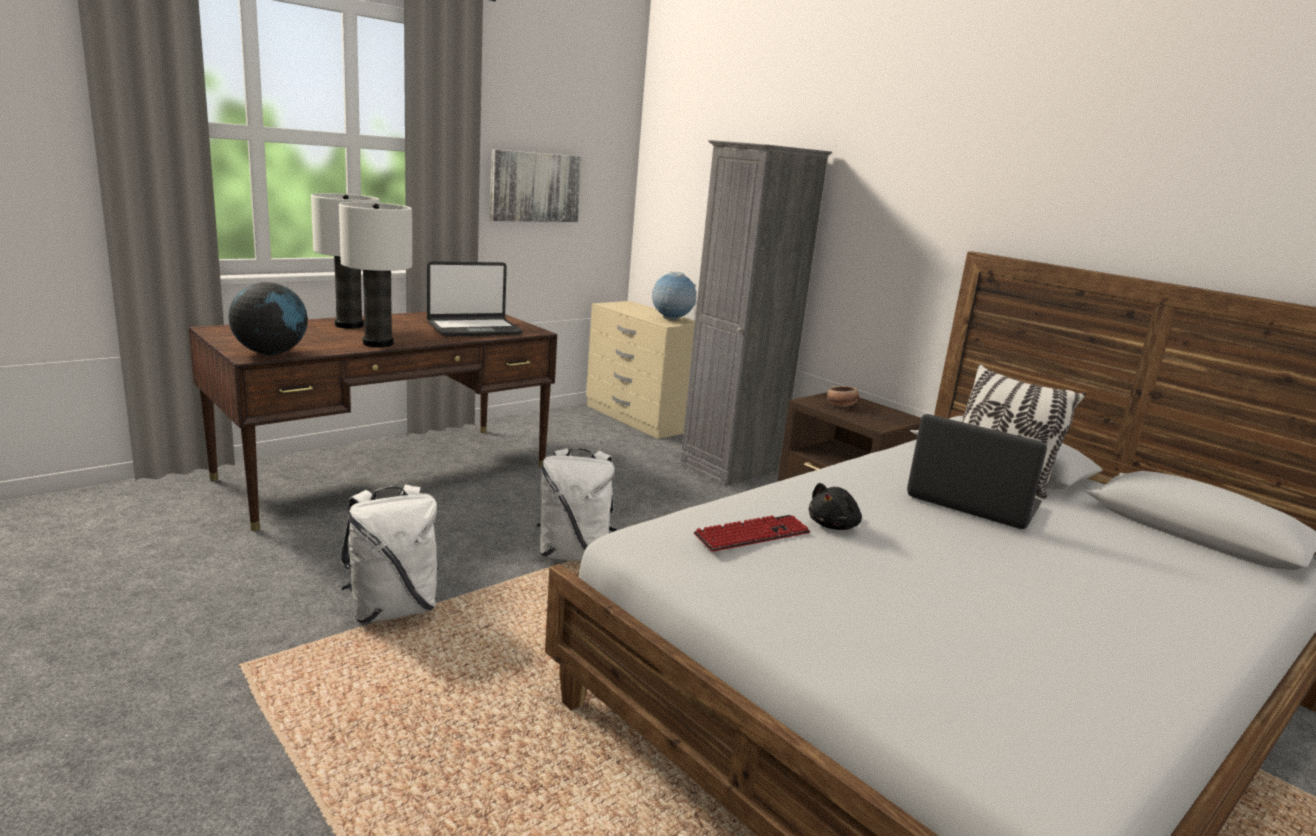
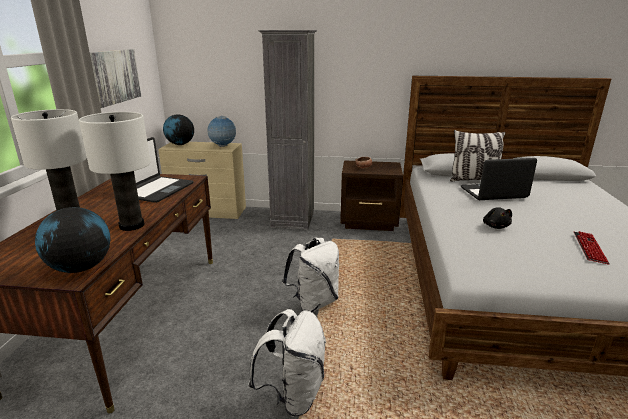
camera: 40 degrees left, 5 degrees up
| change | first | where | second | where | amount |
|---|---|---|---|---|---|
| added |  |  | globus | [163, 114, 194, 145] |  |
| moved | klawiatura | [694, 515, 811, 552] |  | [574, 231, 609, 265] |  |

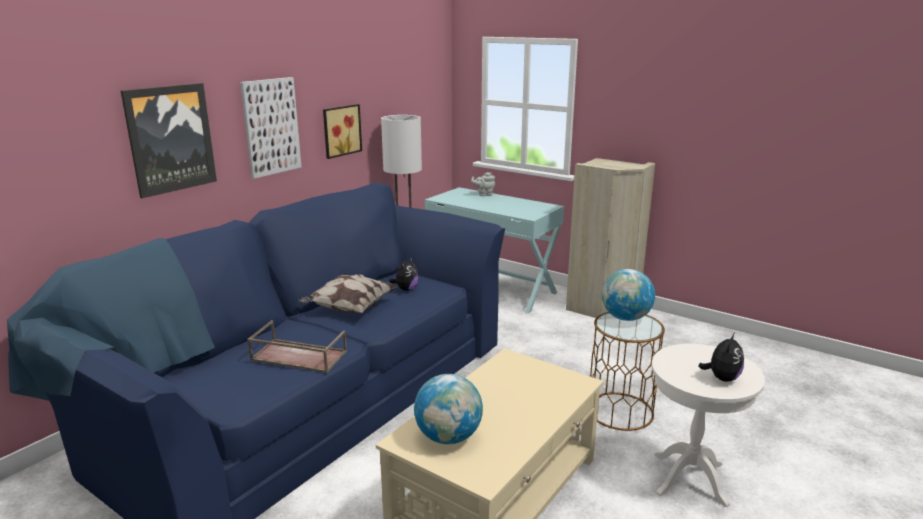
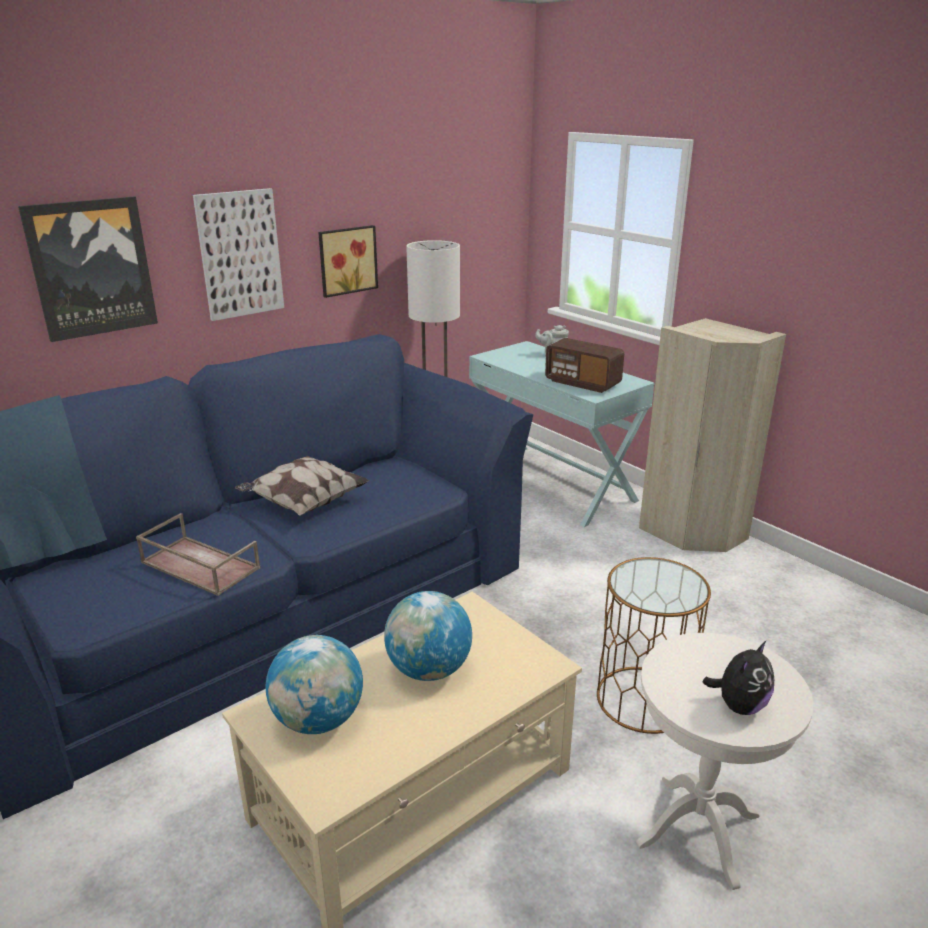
camera: 15 degrees right, 5 degrees up
| change | first | where | second | where | amount |
|---|---|---|---|---|---|
| removed | pluszak | [389, 256, 419, 291] |  |  |  |
| added |  |  | radio | [545, 338, 624, 393] |  |
| moved | globus | [602, 269, 655, 321] |  | [384, 591, 472, 681] |  |

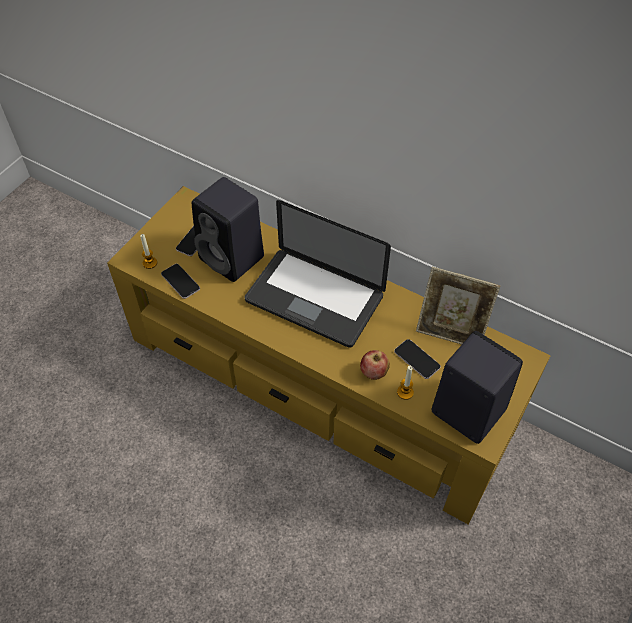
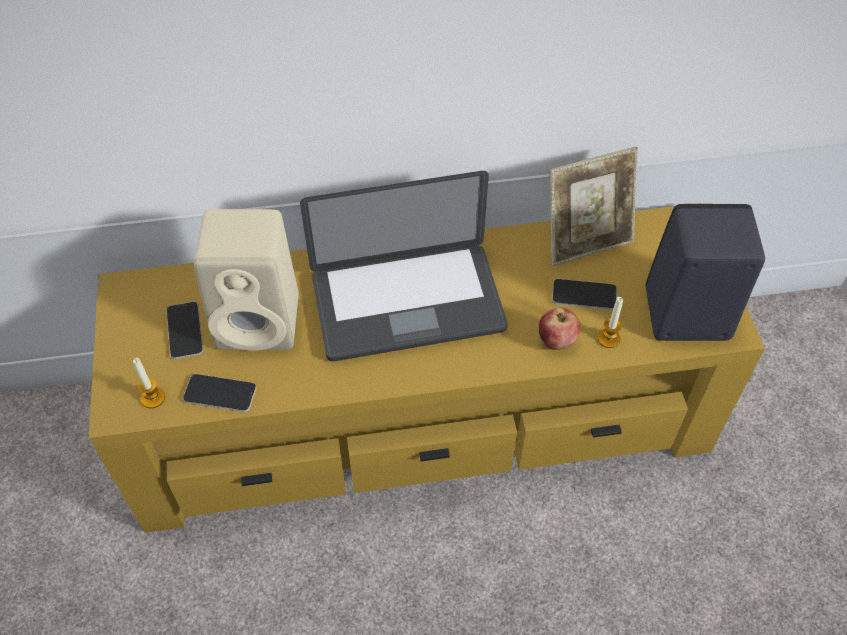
camera: 40 degrees left, 0 degrees up
| change | first | where | second | where | amount |
|---|---|---|---|---|---|
| recoloured | głośnik (czarny) | [192, 177, 264, 282] | głośnik (beżowy) | [194, 209, 299, 351] |  |

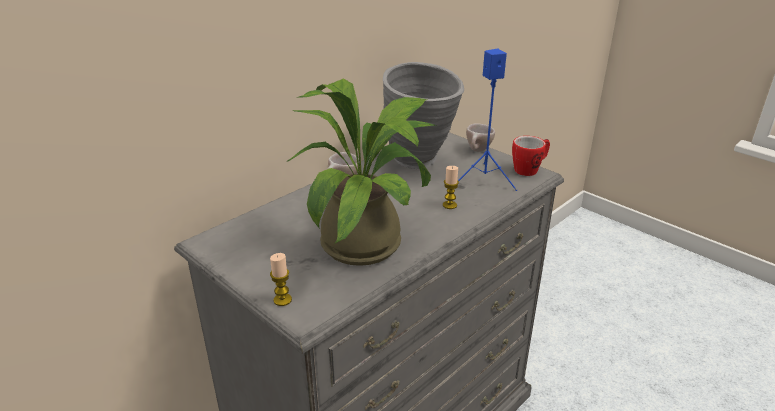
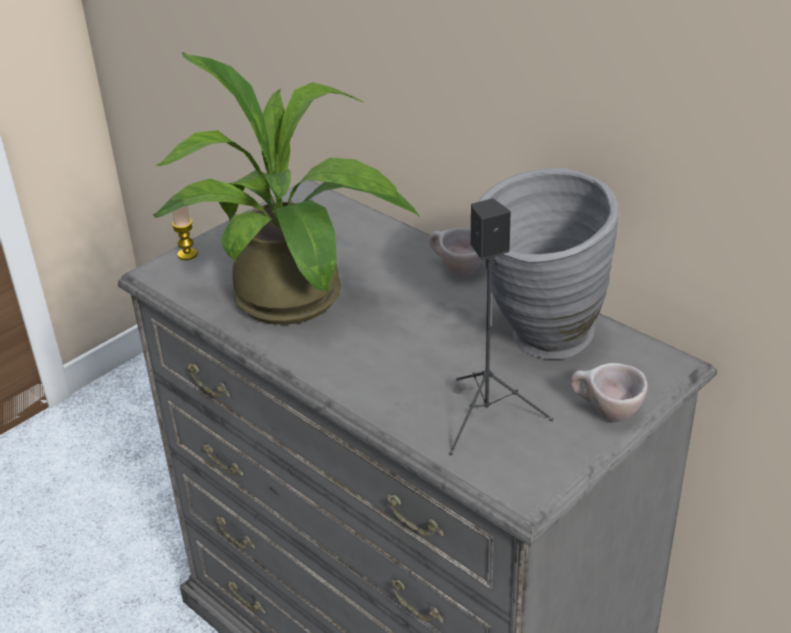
camera: 90 degrees right, 5 degrees up
| change | first | where | second | where | amount |
|---|---|---|---|---|---|
| removed | świeca | [443, 166, 459, 209] |  |  |  |
| removed | kubek | [512, 136, 550, 176] |  |  |  |
| recoloured | głośnik (niebieski) | [458, 48, 517, 191] | głośnik (czarny) | [449, 198, 553, 455] |  |

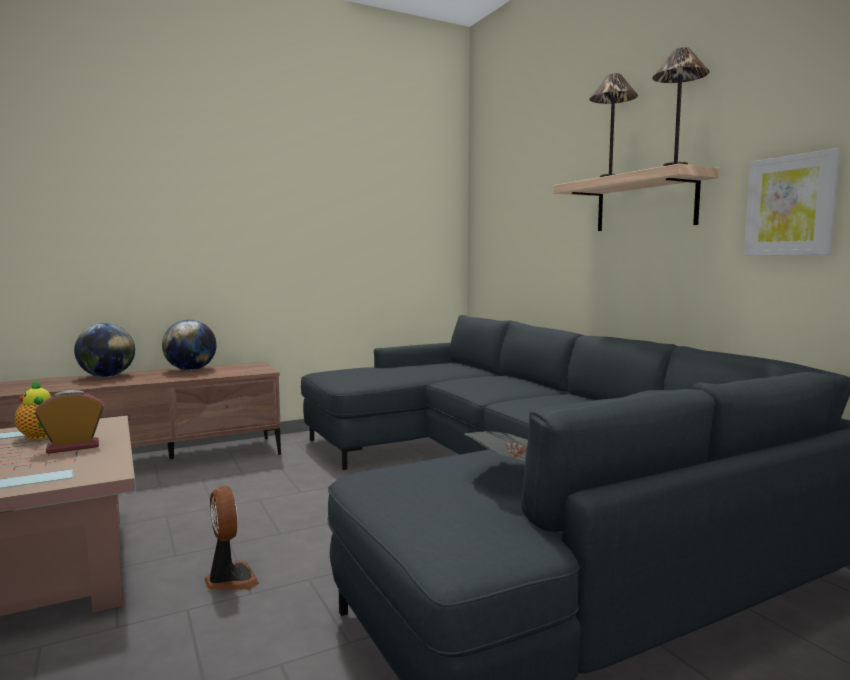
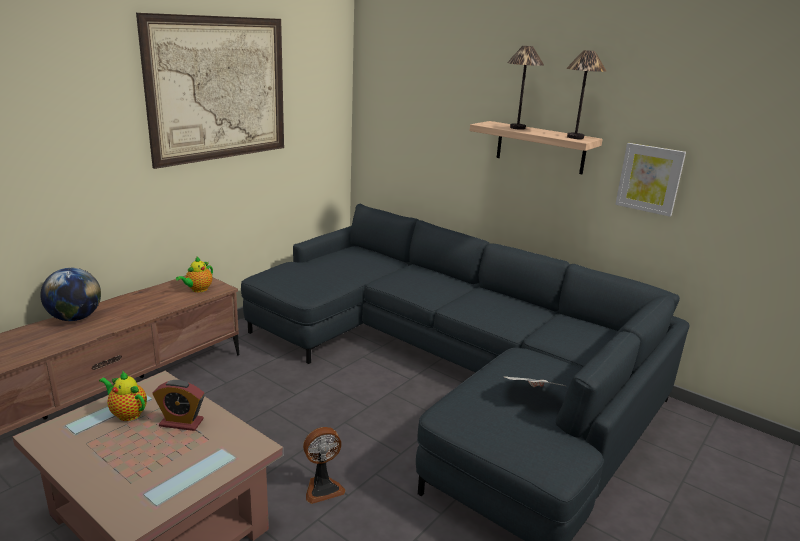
camera: 25 degrees left, 15 degrees up
| change | first | where | second | where | amount |
|---|---|---|---|---|---|
| removed | globus | [162, 320, 216, 371] |  |  |  |
| added |  |  | obraz | [136, 13, 284, 169] |  |
| added |  |  | imbryk | [176, 256, 213, 292] |  |
| turned | budzik | [35, 390, 104, 454] |  | [153, 380, 204, 431] | 120 degrees counterclockwise |
| turned | wentylator | [205, 486, 259, 590] |  | [303, 427, 346, 504] | 120 degrees clockwise |

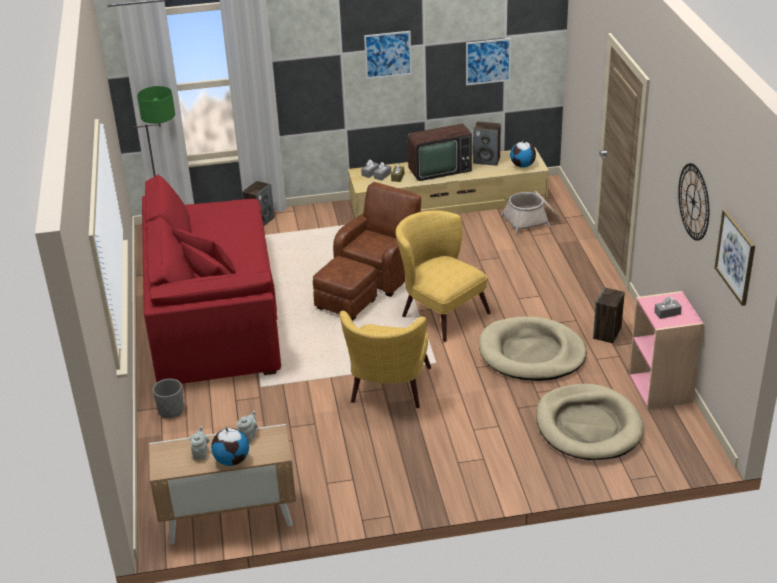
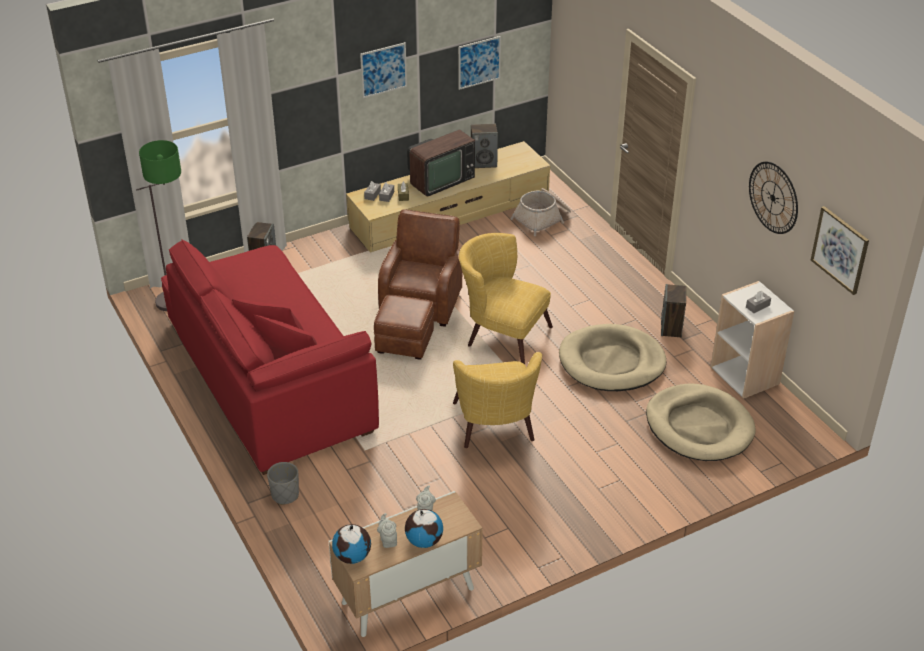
camera: 20 degrees left, 5 degrees up
| change | first | where | second | where | amount |
|---|---|---|---|---|---|
| moved | globus | [510, 139, 536, 168] |  | [332, 524, 371, 564] |  |
| recoloured | regał (różowy) | [629, 291, 704, 409] | regał (biały) | [711, 281, 794, 399] |  |

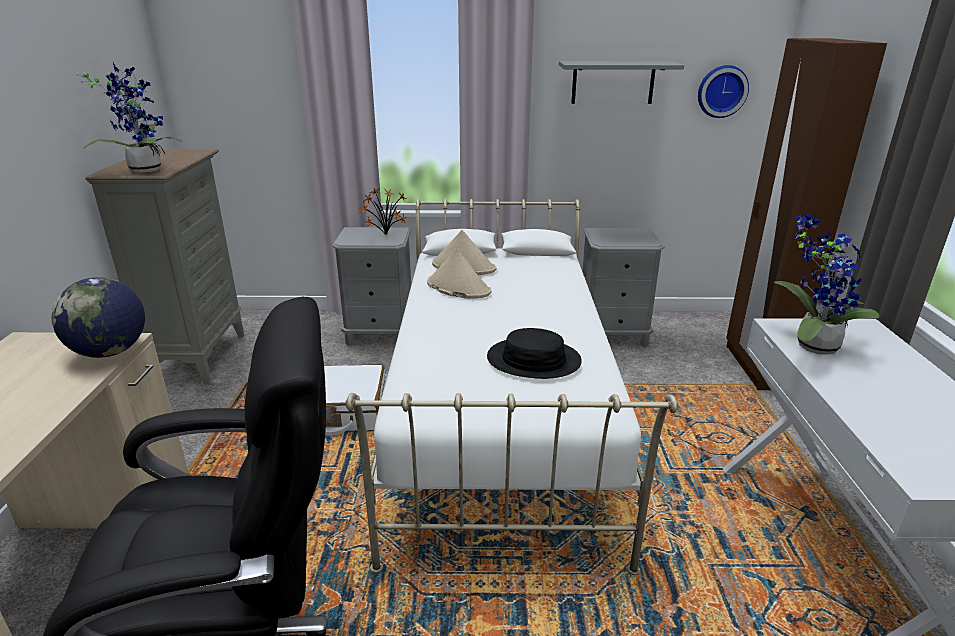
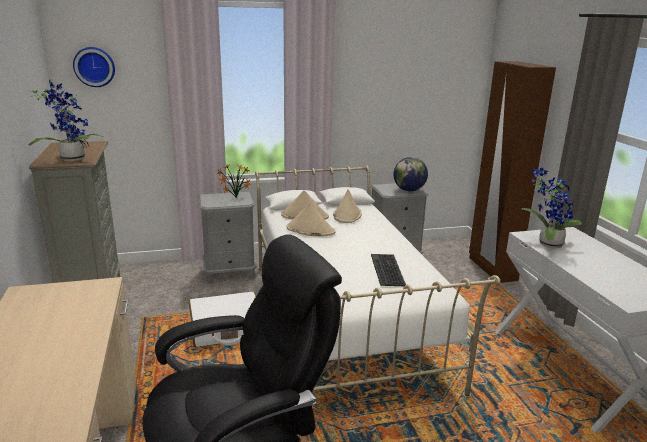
camera: 15 degrees left, 5 degrees down
| change | first | where | second | where | amount |
|---|---|---|---|---|---|
| removed | półka (szary) | [559, 61, 684, 104] |  |  |  |
| added |  |  | kapelusz (beżowy) | [333, 190, 362, 223] |  |
| moved | globus | [51, 277, 145, 358] |  | [394, 157, 428, 191] |  |
| moved | zegar ścienny | [698, 65, 749, 118] |  | [73, 47, 115, 87] |  |
| replaced | kapelusz (czarny) | [487, 328, 582, 379] | klawiatura | [371, 254, 406, 286] |  |

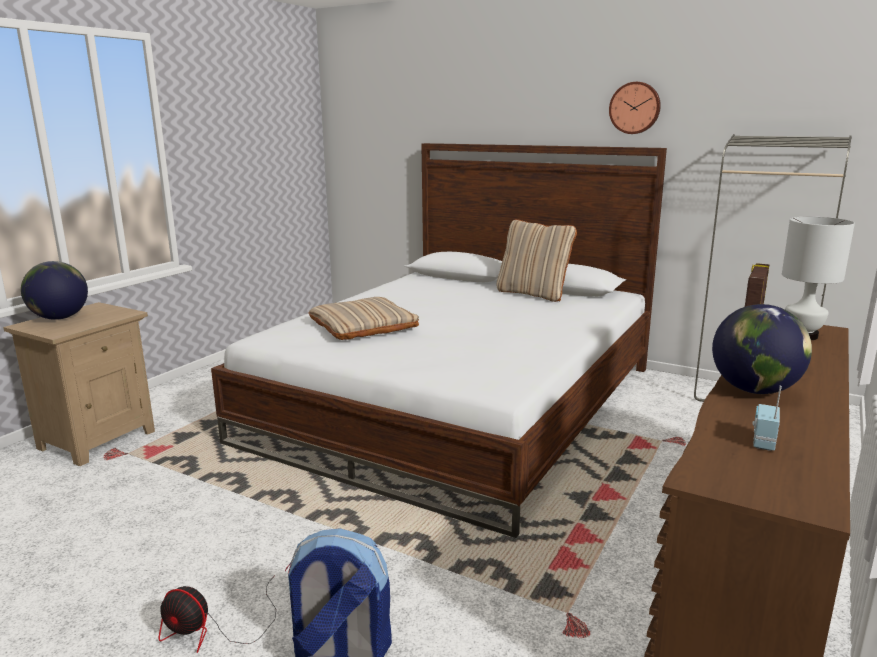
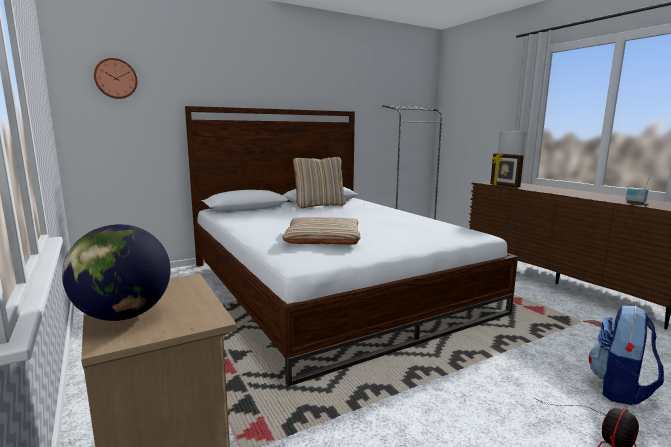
camera: 60 degrees left, 5 degrees down
| change | first | where | second | where | amount |
|---|---|---|---|---|---|
| removed | globus | [712, 304, 812, 394] |  |  |  |
| moved | zegar ścienny | [609, 82, 661, 134] |  | [94, 58, 137, 99] |  |

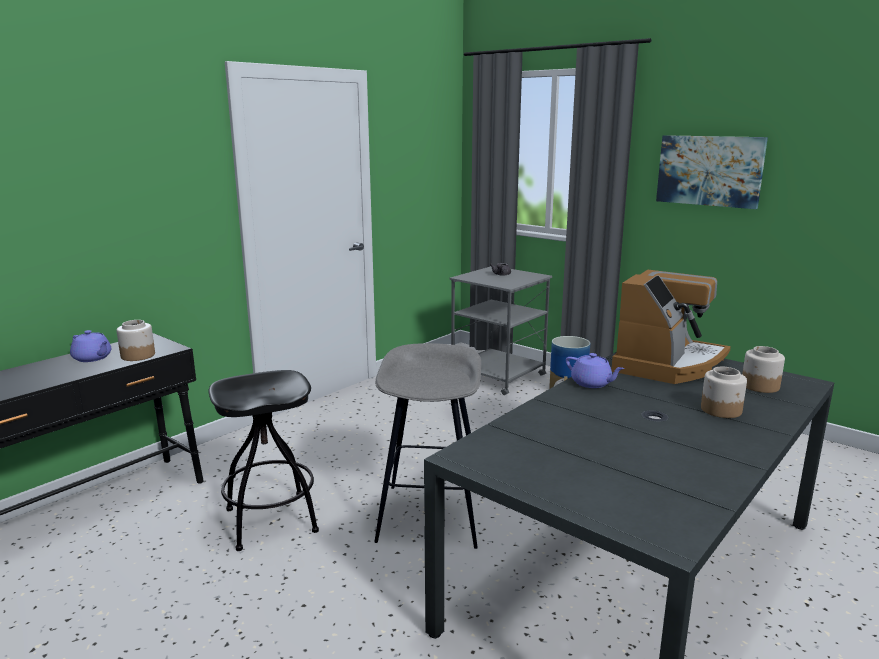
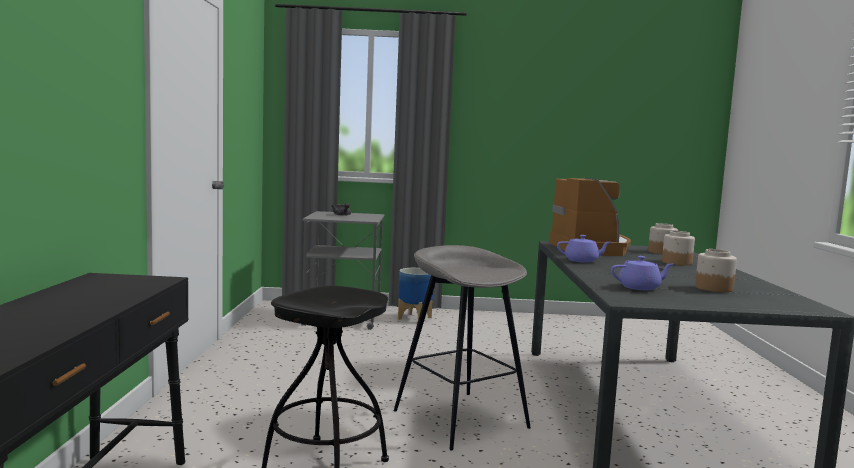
camera: 40 degrees left, 10 degrees down
| change | first | where | second | where | amount |
|---|---|---|---|---|---|
| removed | obraz | [656, 135, 768, 209] |  |  |  |
| moved | imbryk (fioletowy) | [70, 330, 111, 362] |  | [611, 256, 674, 290] |  |
| moved | słoik | [117, 320, 155, 361] |  | [695, 249, 737, 292] |  |

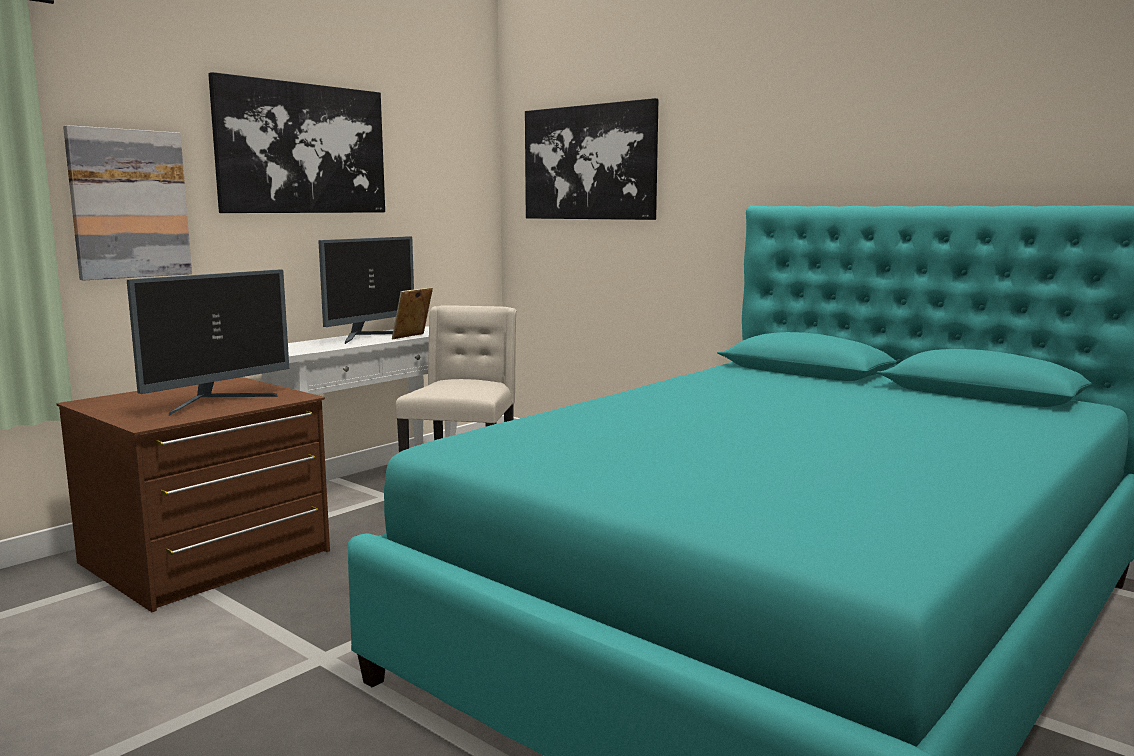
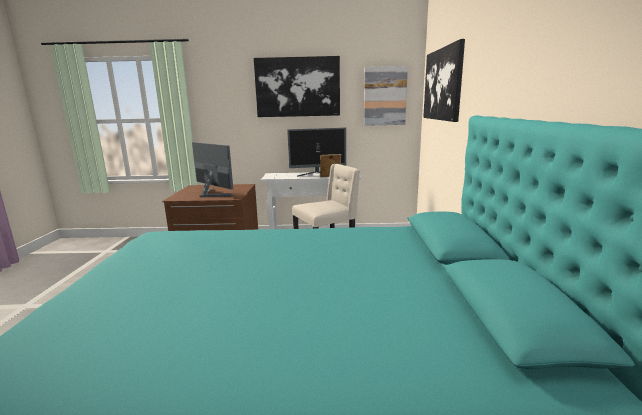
camera: 50 degrees right, 5 degrees up
| change | first | where | second | where | amount |
|---|---|---|---|---|---|
| moved | obraz | [63, 125, 192, 281] |  | [364, 66, 408, 126] |  |
| turned | monitor | [127, 269, 289, 416] |  | [192, 142, 233, 197] | 135 degrees counterclockwise |

